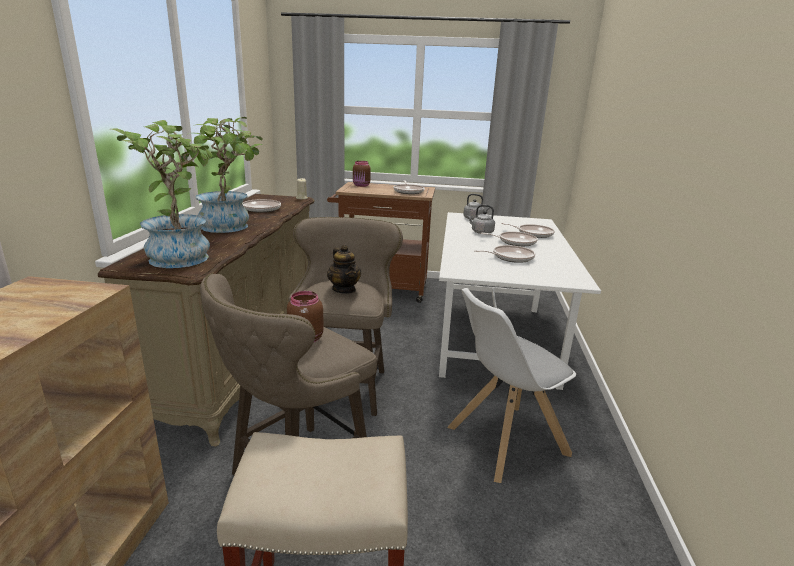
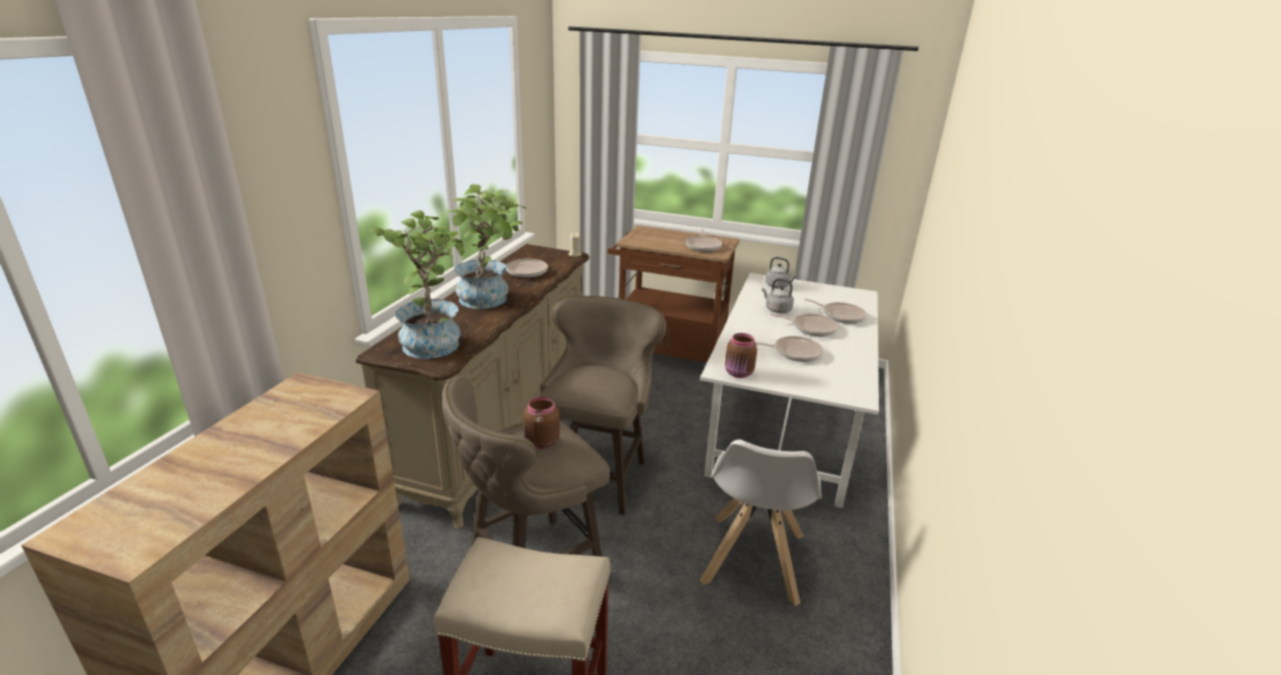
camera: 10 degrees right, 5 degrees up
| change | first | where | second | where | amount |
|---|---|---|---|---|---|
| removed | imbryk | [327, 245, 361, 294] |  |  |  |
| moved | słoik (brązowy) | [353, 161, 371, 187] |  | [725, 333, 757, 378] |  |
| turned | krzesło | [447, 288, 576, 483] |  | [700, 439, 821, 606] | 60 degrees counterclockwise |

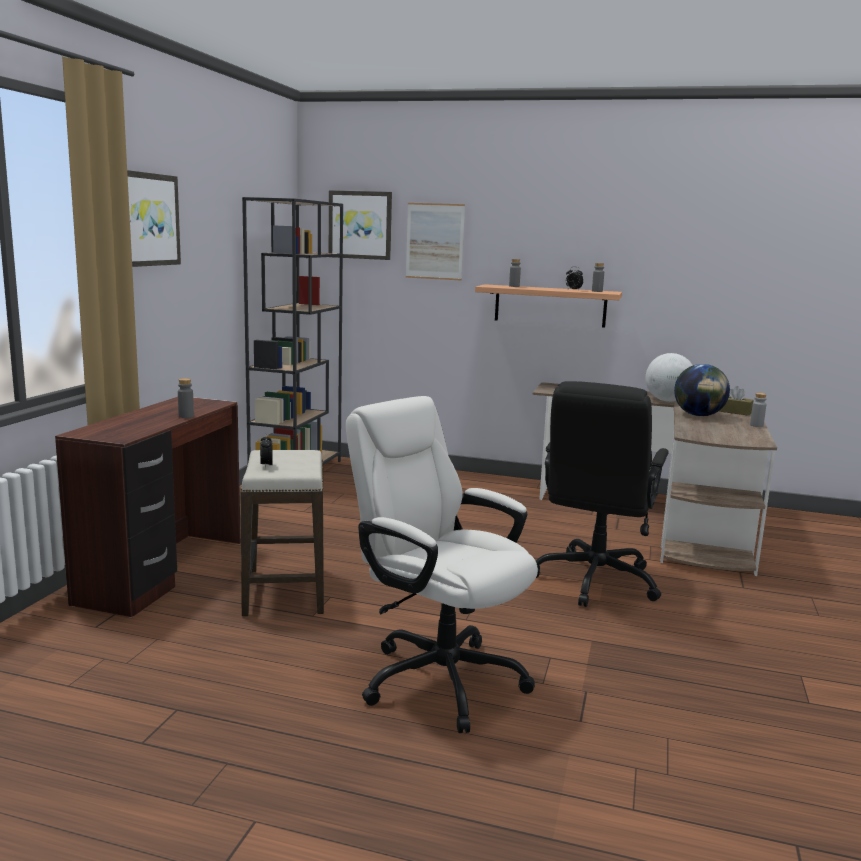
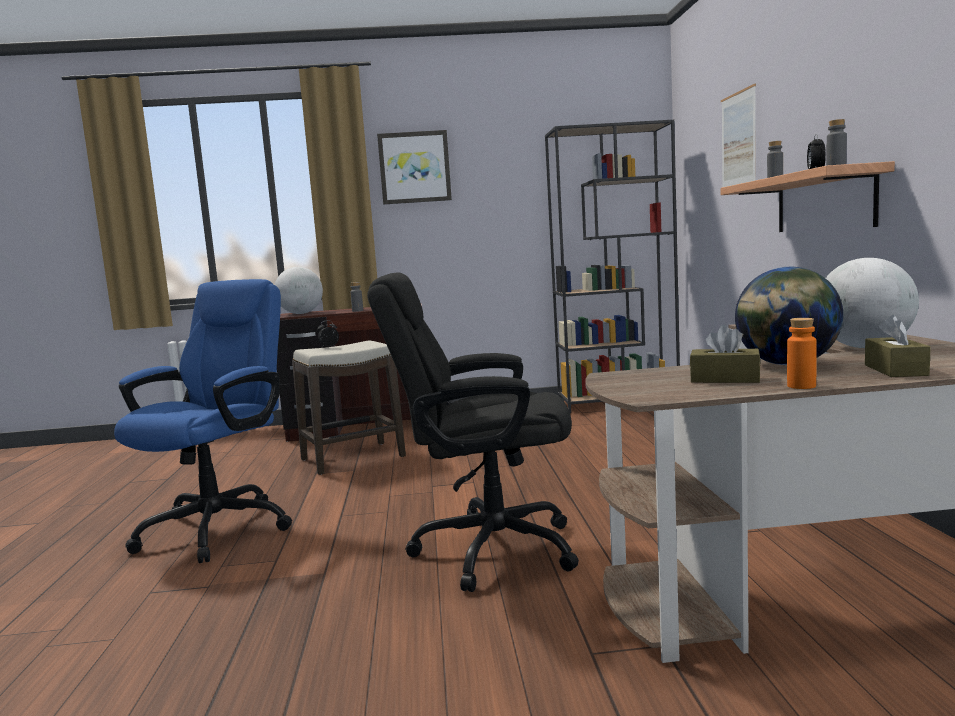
camera: 70 degrees right, 5 degrees down
| change | first | where | second | where | amount |
|---|---|---|---|---|---|
| removed | obraz | [329, 190, 392, 260] |  |  |  |
| added |  |  | globus | [275, 267, 323, 314] |  |
| added |  |  | pudełko chusteczek (brązowy) | [690, 325, 761, 383] |  |
| recoloured | krzesło biurowe (biały) | [346, 396, 538, 733] | krzesło biurowe (niebieski) | [114, 279, 292, 563] |  |
| recoloured | butelka (szary) | [750, 393, 767, 427] | butelka (pomarańczowy) | [787, 318, 817, 389] |  |

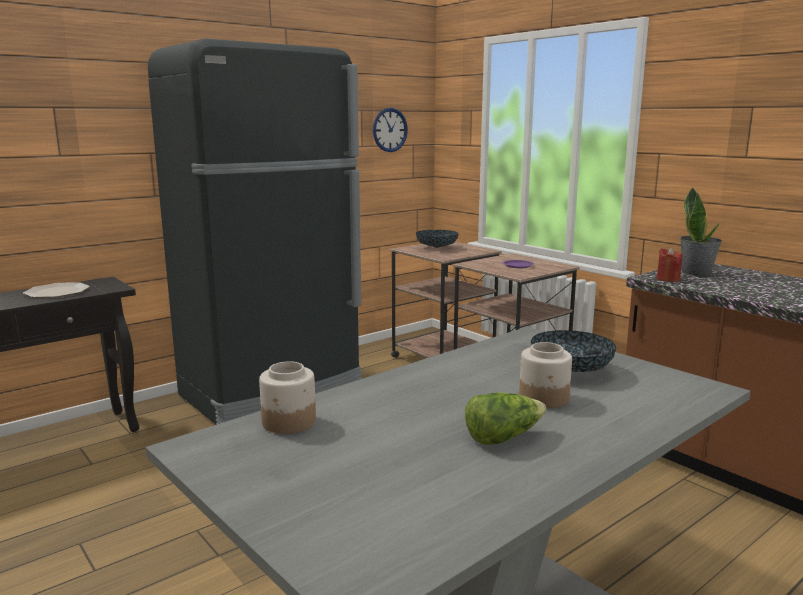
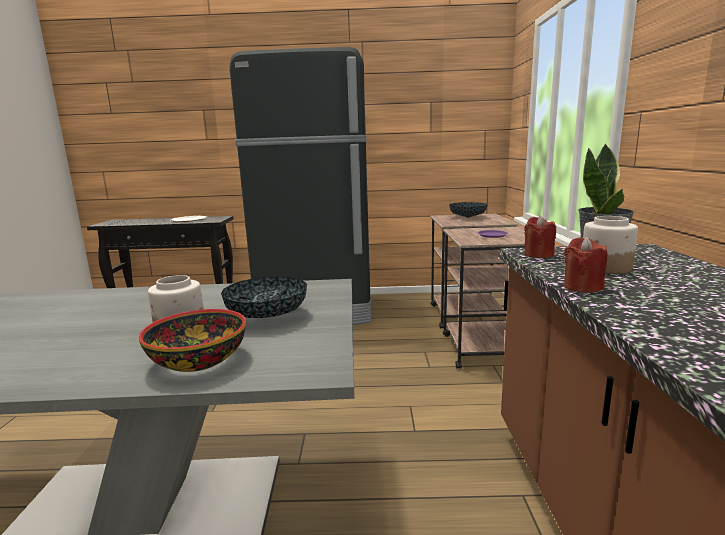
camera: 40 degrees right, 0 degrees up
| change | first | where | second | where | amount |
|---|---|---|---|---|---|
| removed | zegar ścienny | [373, 108, 408, 152] |  |  |  |
| removed | sałata | [465, 392, 546, 445] |  |  |  |
| added |  |  | miska | [139, 309, 246, 372] |  |
| added |  |  | świeca (czerwony) | [564, 237, 608, 293] |  |
| moved | słoik | [259, 361, 316, 434] |  | [583, 216, 638, 274] |  |

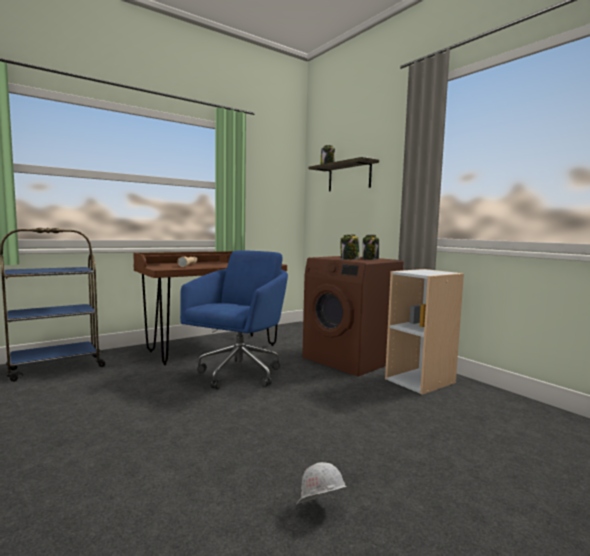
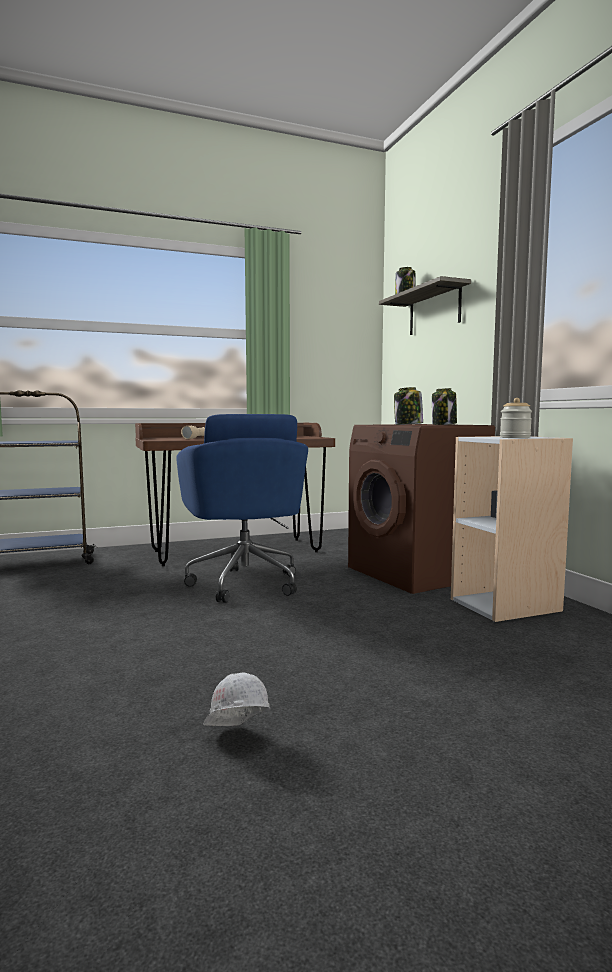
camera: 15 degrees right, 0 degrees up
| change | first | where | second | where | amount |
|---|---|---|---|---|---|
| added |  |  | słoik | [500, 398, 532, 438] |  |
| turned | krzesło biurowe (niebieski) | [180, 250, 288, 389] |  | [176, 414, 308, 603] | 120 degrees clockwise |

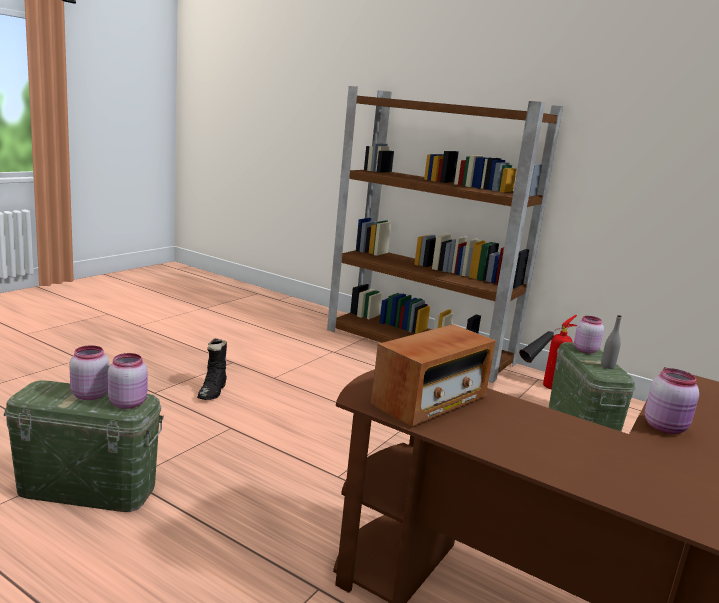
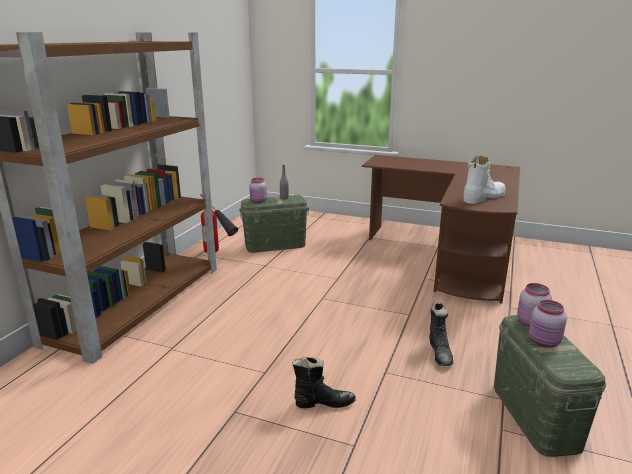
camera: 100 degrees left, 5 degrees up
| change | first | where | second | where | amount |
|---|---|---|---|---|---|
| removed | słoik (różowy) | [645, 368, 699, 434] |  |  |  |
| added |  |  | but z cholewką (czarny) | [429, 302, 453, 366] |  |
| replaced | radio | [371, 324, 496, 426] | but z cholewką (biały) | [463, 156, 506, 204] |  |

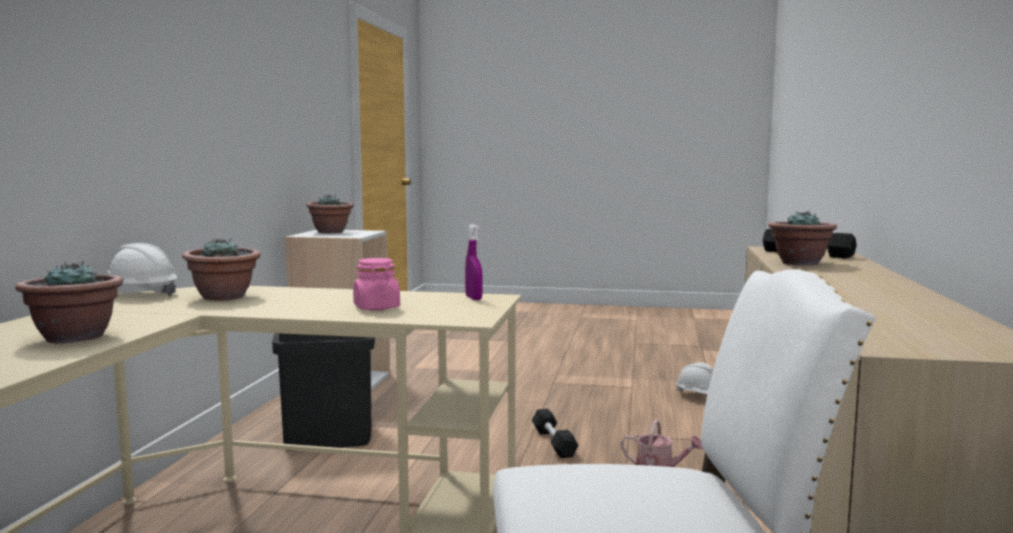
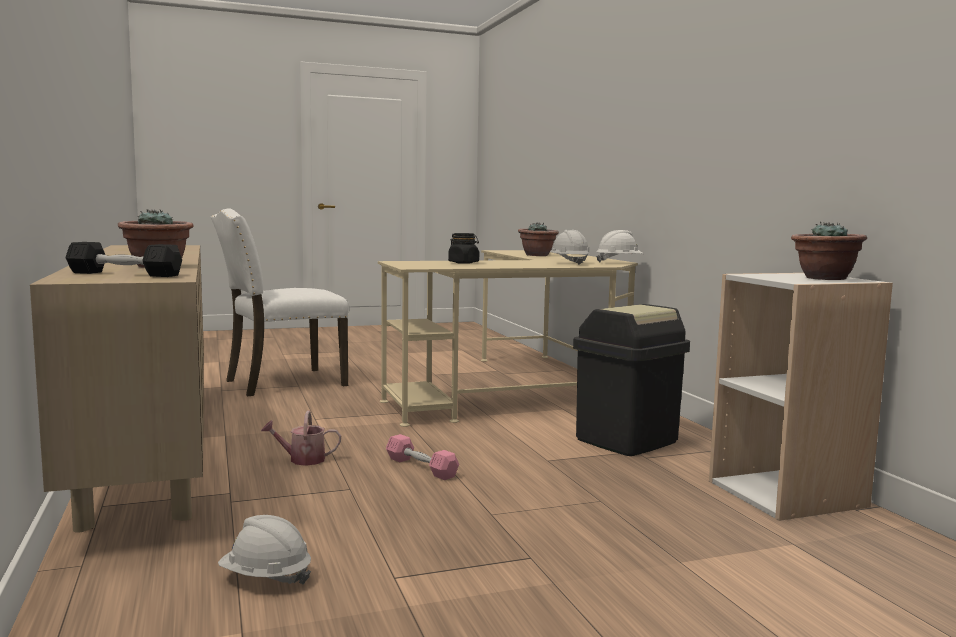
camera: 150 degrees right, 0 degrees up
| change | first | where | second | where | amount |
|---|---|---|---|---|---|
| removed | spryskiwacz (fioletowy) | [465, 224, 482, 300] |  |  |  |
| replaced | roślina doniczkowa | [182, 238, 261, 301] | kask (biały) | [550, 230, 590, 265] |  |
| recoloured | słoik (różowy) | [353, 258, 400, 310] | słoik (czarny) | [448, 233, 479, 264] |  |
| recoloured | hantel (czarny) | [532, 409, 578, 458] | hantel (różowy) | [386, 434, 459, 480] |  |

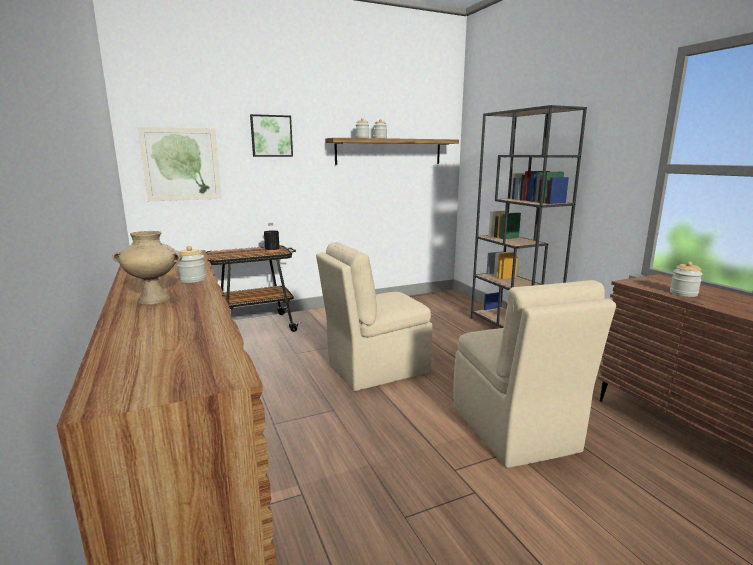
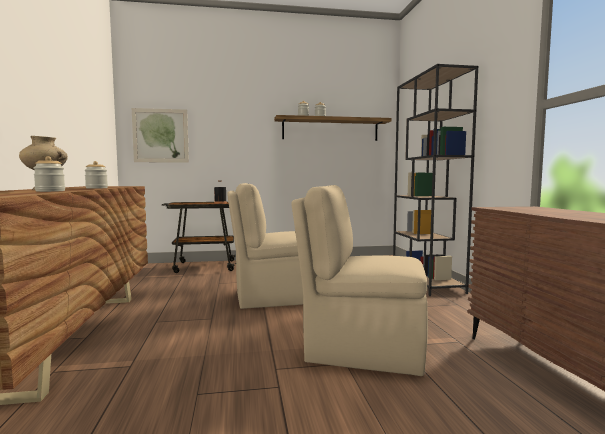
camera: 15 degrees right, 10 degrees down
| change | first | where | second | where | amount |
|---|---|---|---|---|---|
| removed | obraz | [250, 114, 293, 157] |  |  |  |
| moved | słoik | [670, 261, 703, 297] |  | [33, 156, 65, 192] |  |
| turned | krzesło (beżowy) | [453, 280, 616, 468] |  | [291, 185, 428, 376] | 105 degrees clockwise |

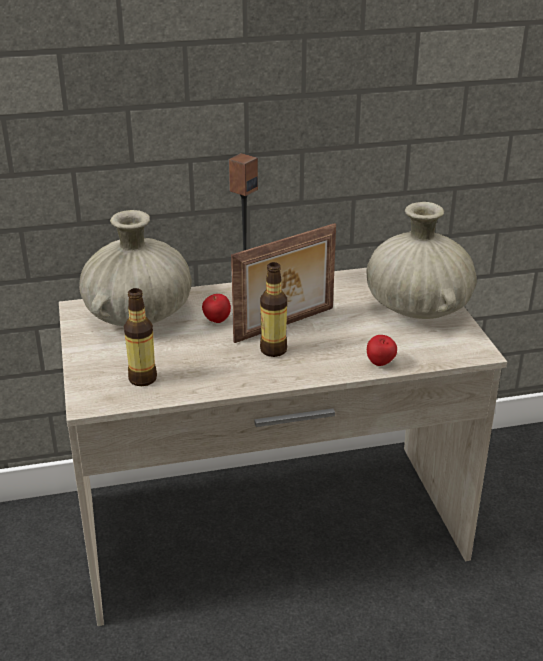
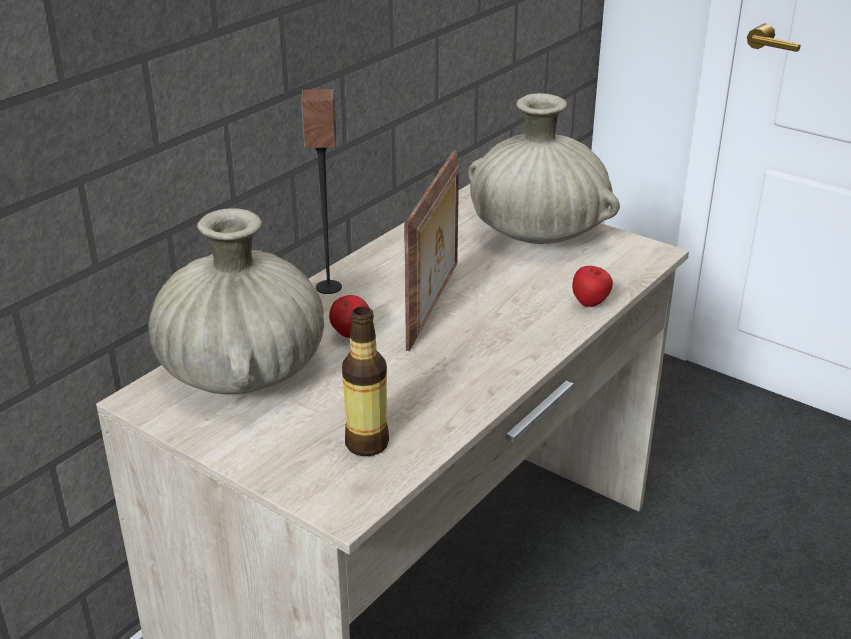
camera: 40 degrees left, 0 degrees up
| change | first | where | second | where | amount |
|---|---|---|---|---|---|
| removed | butelka | [260, 262, 287, 357] |  |  |  |

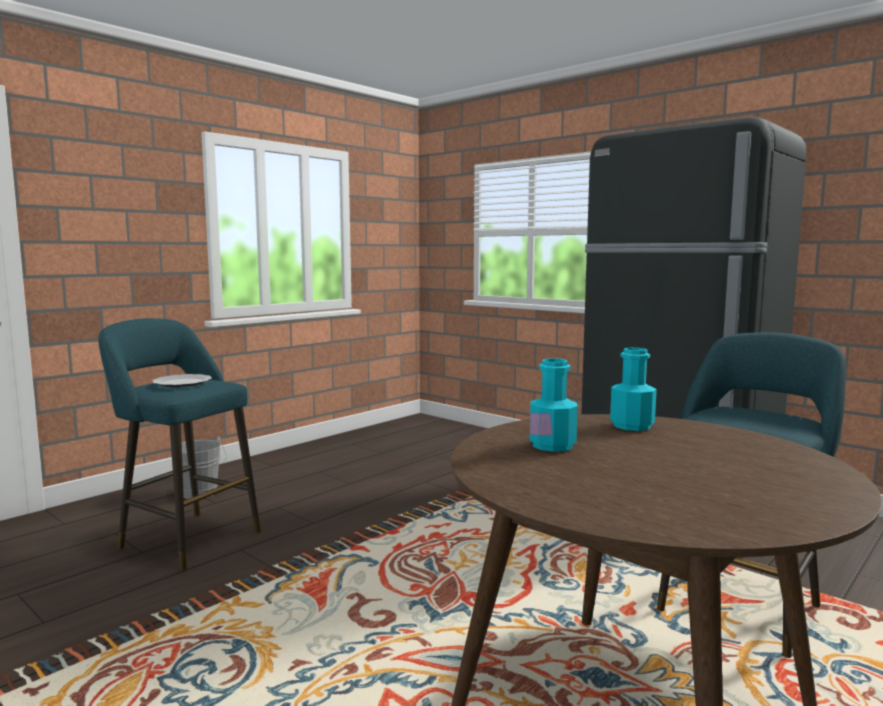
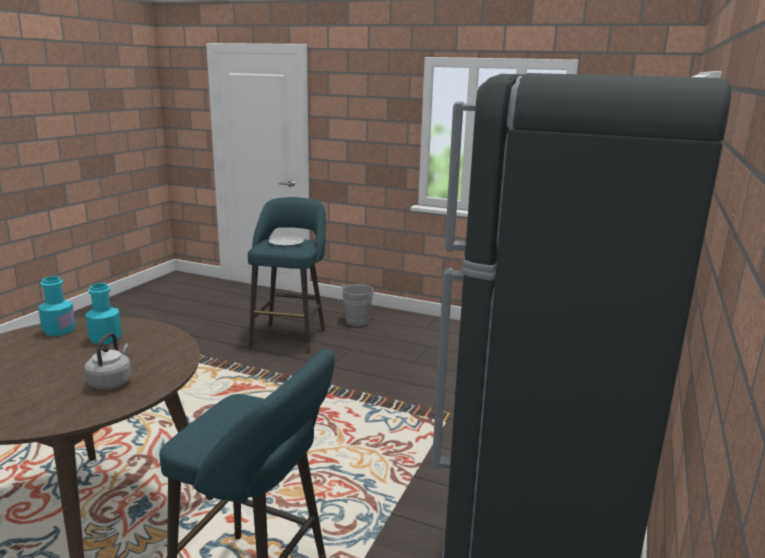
camera: 70 degrees right, 10 degrees up
| change | first | where | second | where | amount |
|---|---|---|---|---|---|
| added |  |  | czajnik (szary) | [84, 333, 131, 389] |  |
| moved | butelka (turkusowy) | [610, 348, 657, 431] |  | [38, 276, 76, 336] |  |

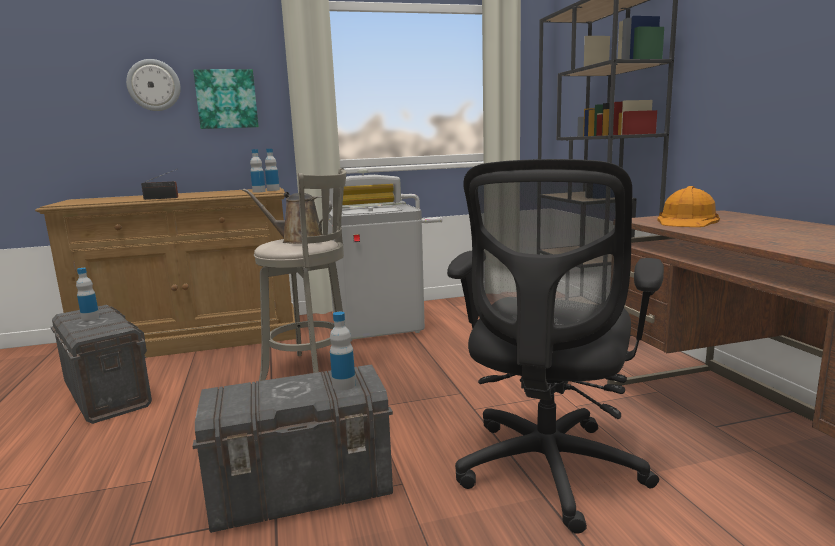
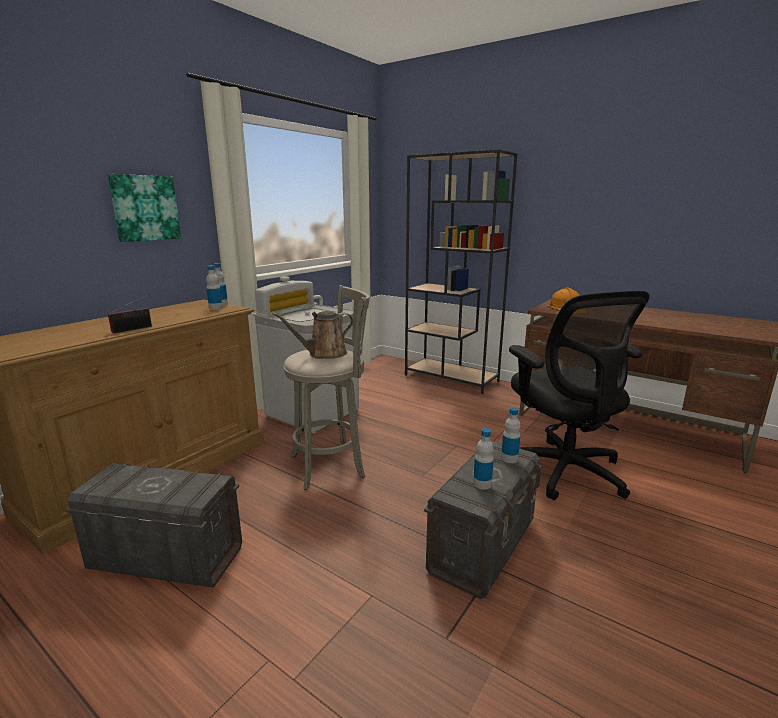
camera: 40 degrees left, 5 degrees up
| change | first | where | second | where | amount |
|---|---|---|---|---|---|
| removed | zegar ścienny | [126, 59, 181, 111] |  |  |  |
| moved | butelka | [76, 268, 99, 321] |  | [473, 428, 494, 490] |  |

